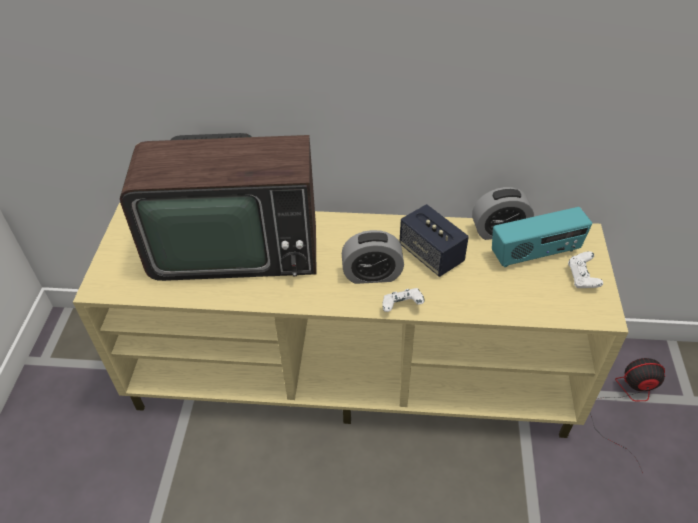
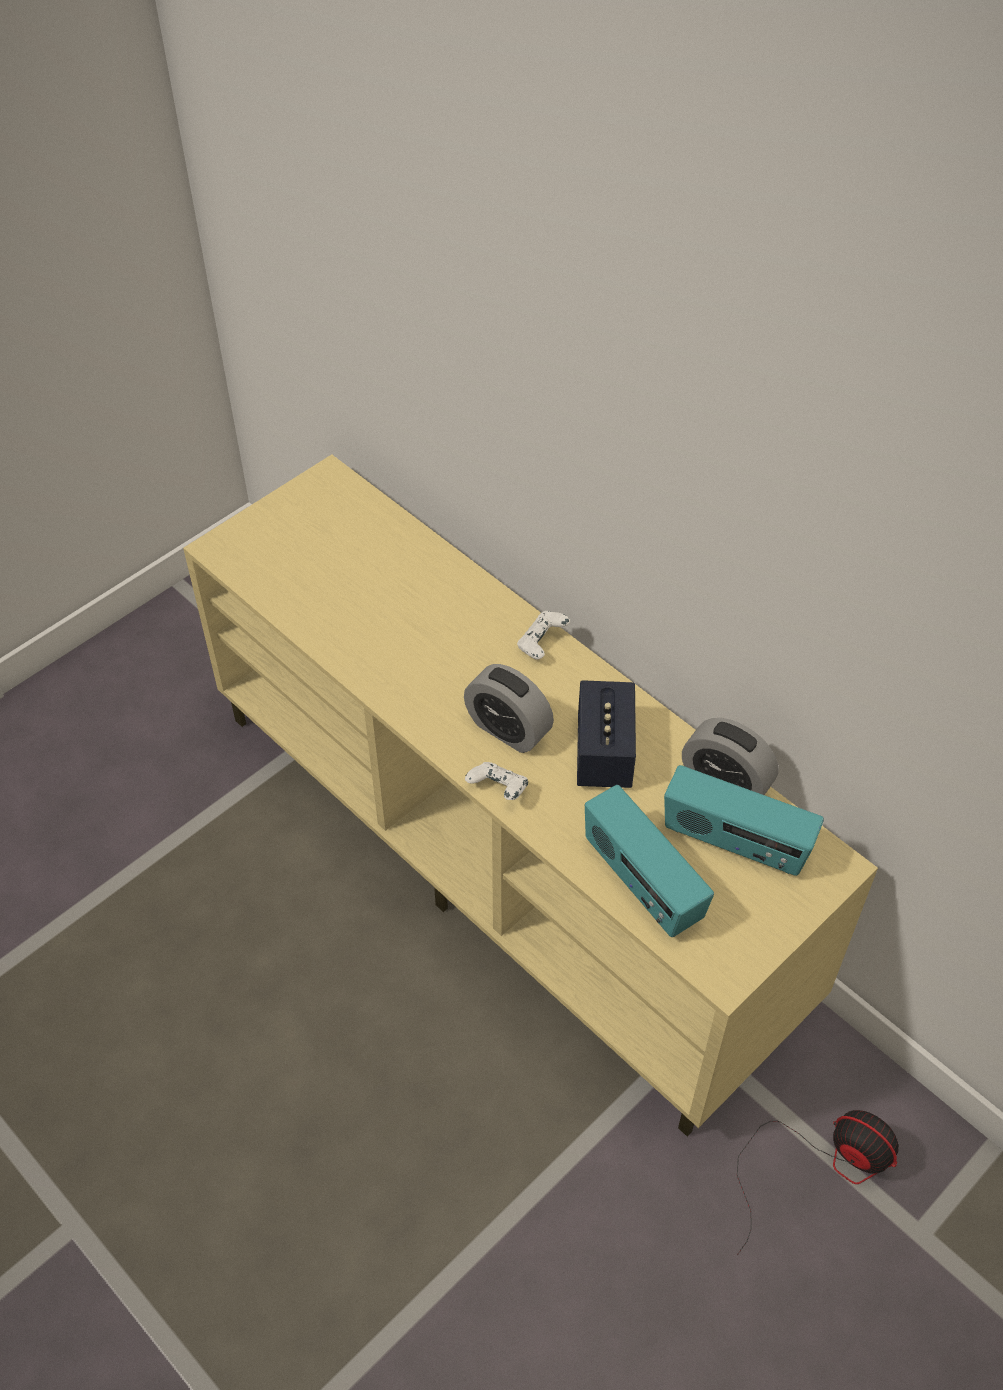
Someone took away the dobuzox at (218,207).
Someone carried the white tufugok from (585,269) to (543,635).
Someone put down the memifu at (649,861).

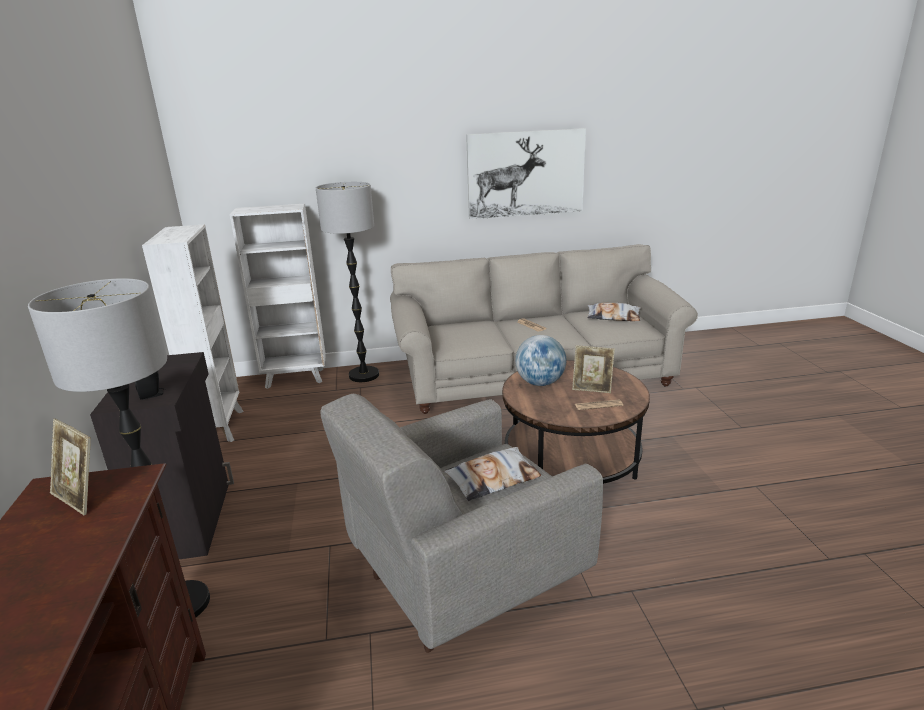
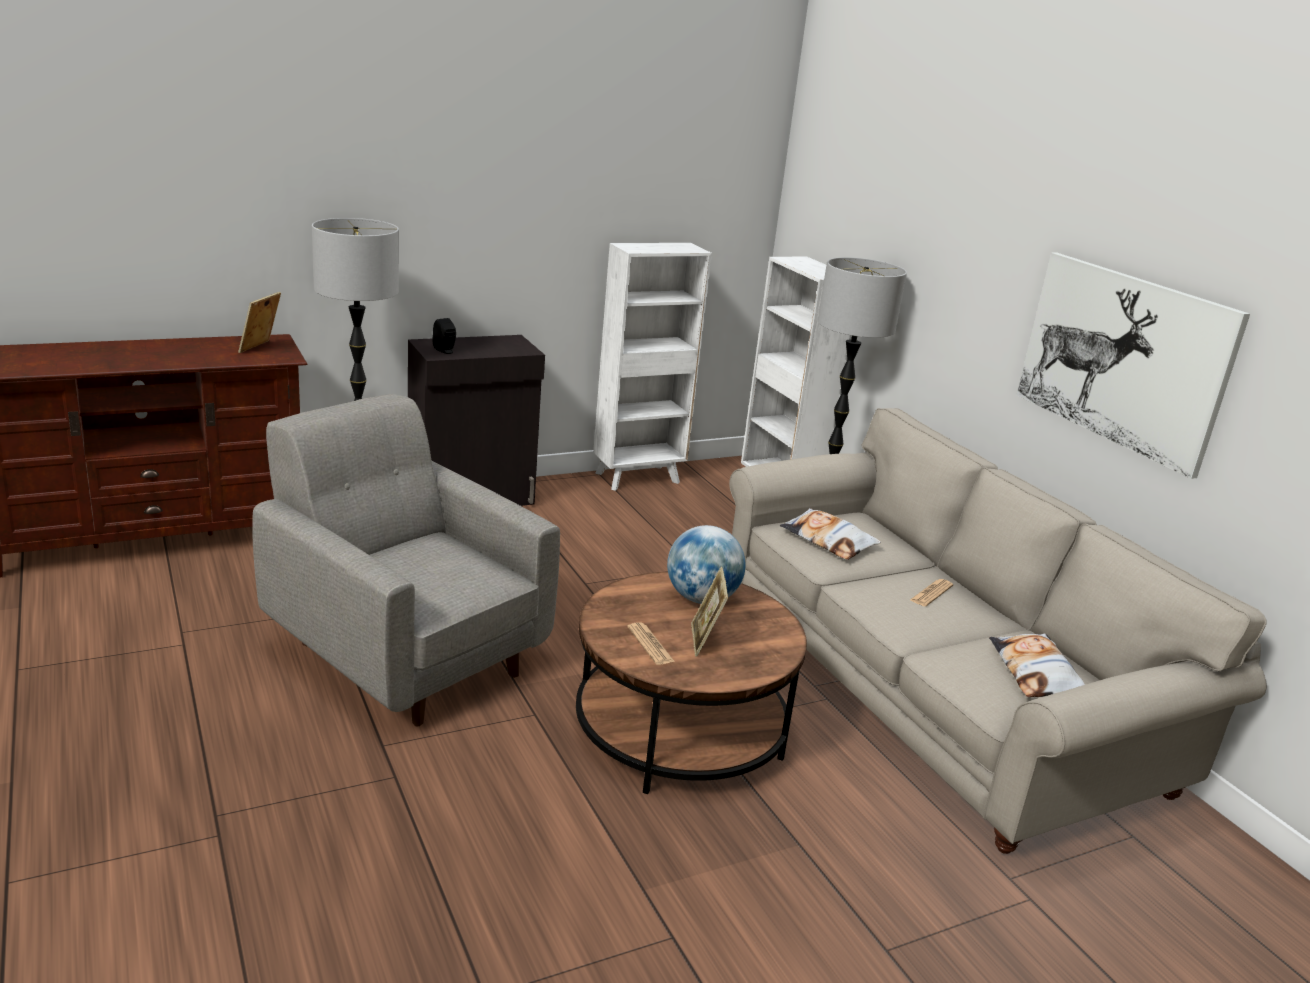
Someone carried the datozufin from (492,474) to (830,534).

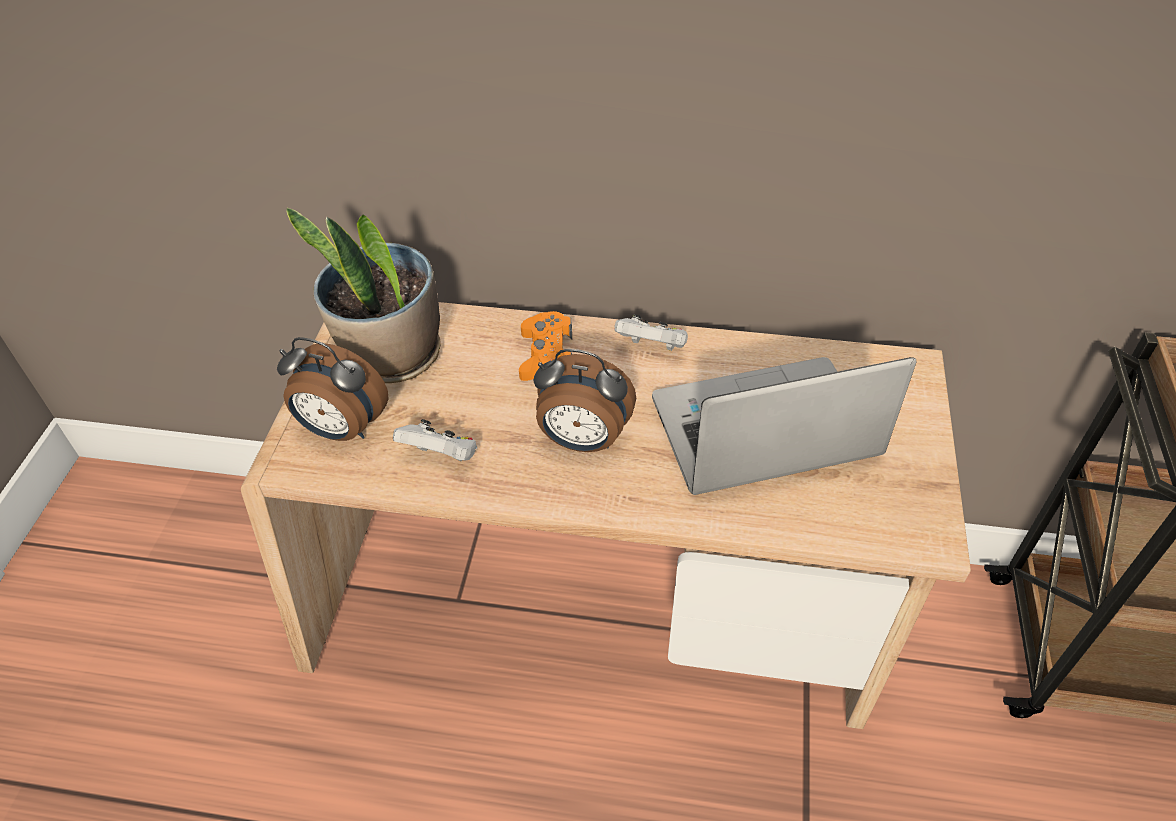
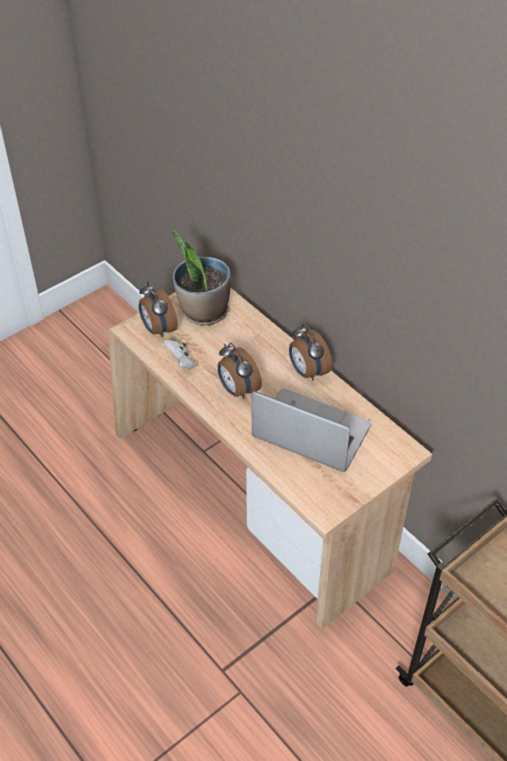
Someone took away the orange tufugok at (545,346).
Someone swapped the white tufugok at (651,332) for the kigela at (310,352).

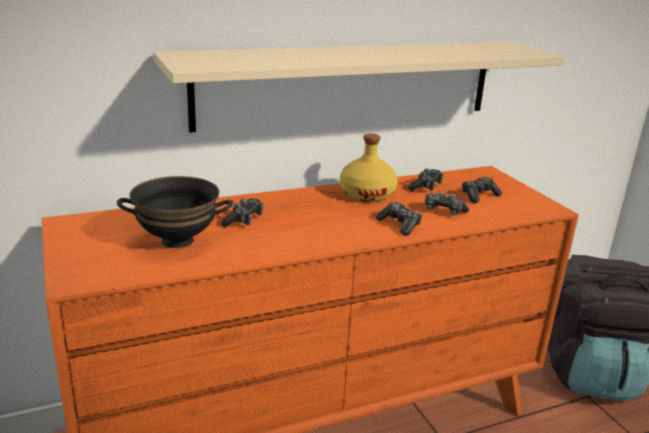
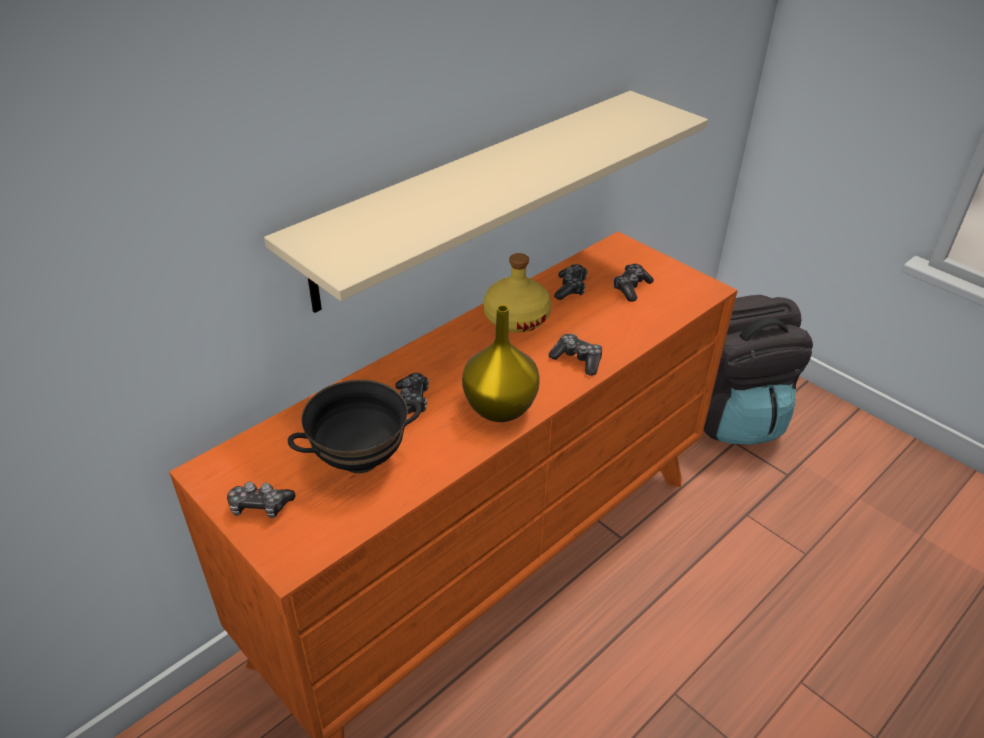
Someone carried the tufugok from (447,203) to (261,500).
Someone put down the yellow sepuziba at (501,363).

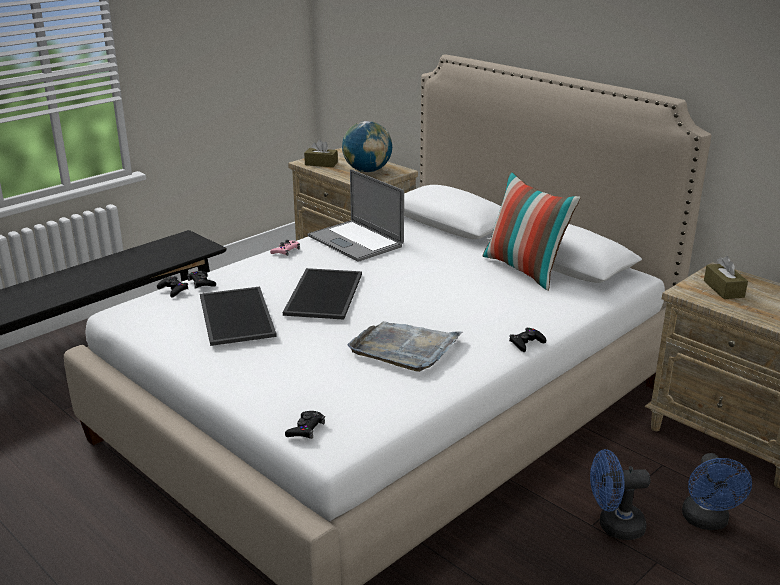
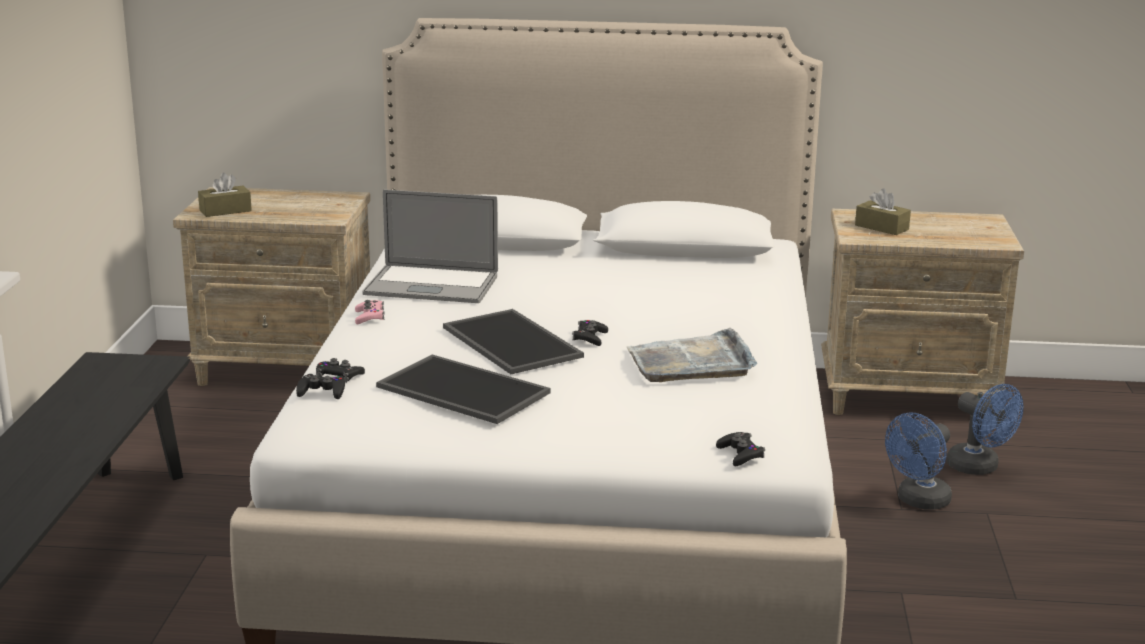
Someone took away the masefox at (367,146).
Someone took away the datozufin at (532,231).
Someone carried the black tufugok from (527,340) to (590,333).

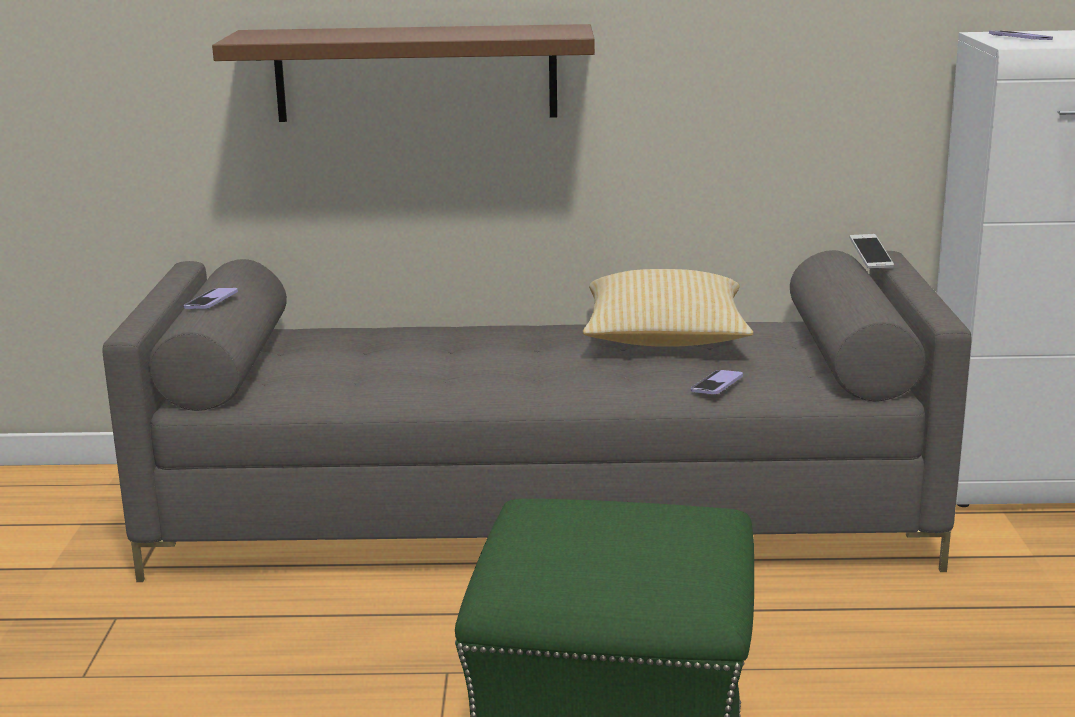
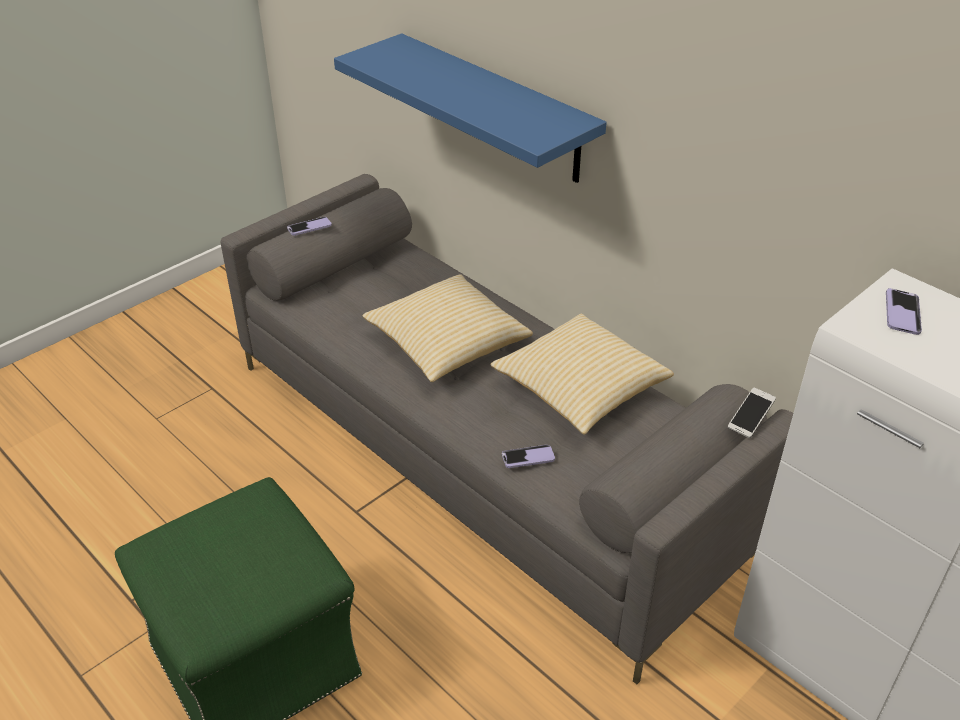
Someone repainted the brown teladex at (403,73), which became the blue teladex at (470,108).
Someone put down the datozufin at (447,328).

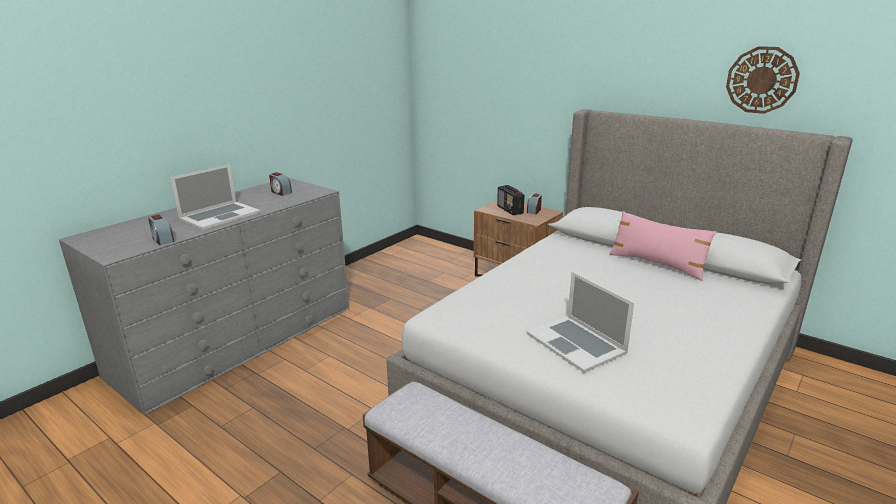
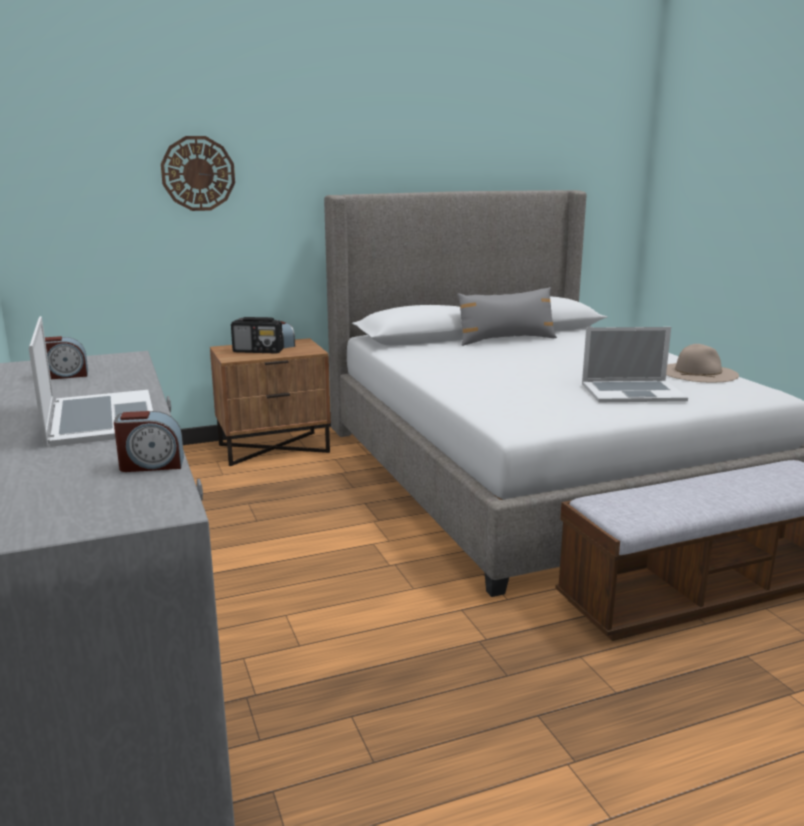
Someone repainted the pink datozufin at (663,246), which became the grey datozufin at (507,316).
Someone carried the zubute from (763,80) to (198,173).
Someone put down the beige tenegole at (702,363).

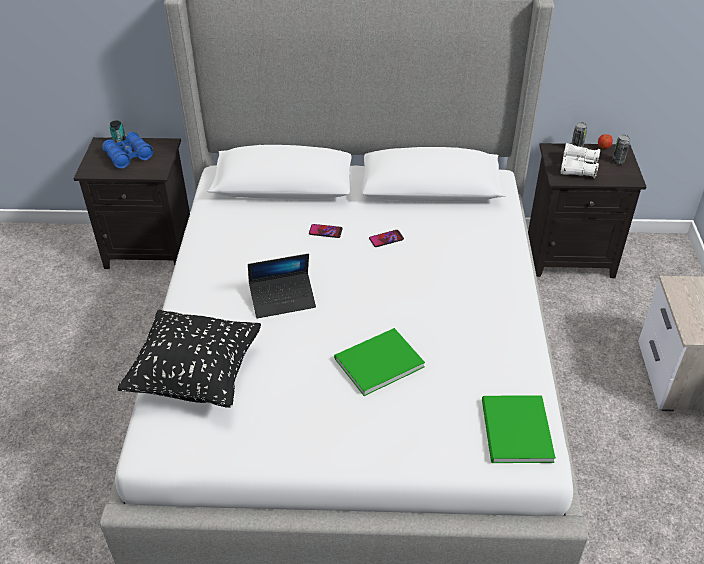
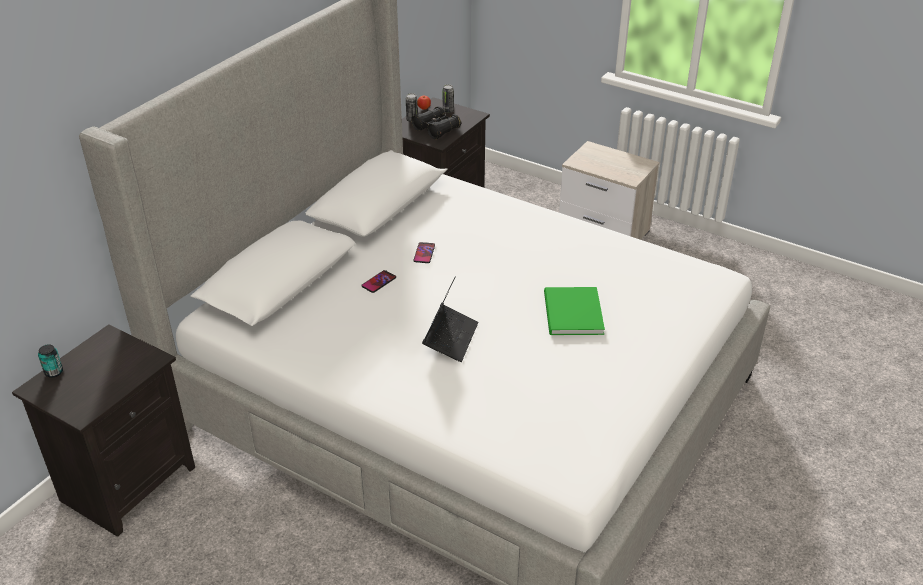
Someone took away the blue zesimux at (127,150).
Someone took away the black datozufin at (189,359).
Someone took away the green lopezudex at (519,429).
Someone repainted the white zesimux at (580,160), which became the black zesimux at (436,122).

